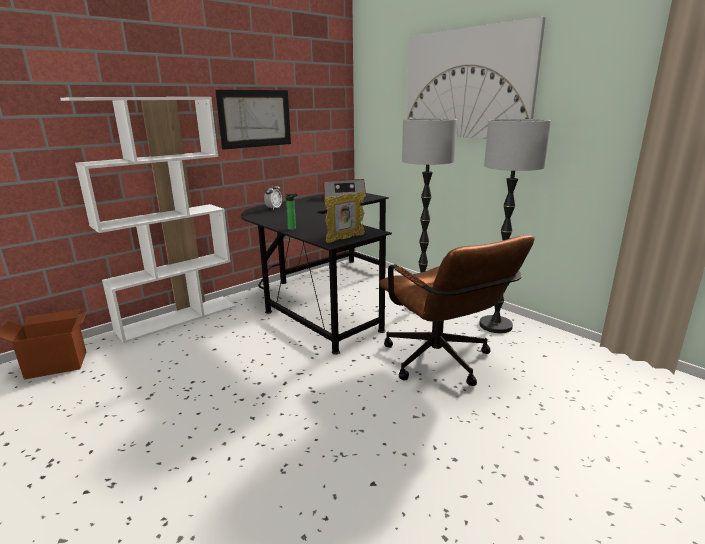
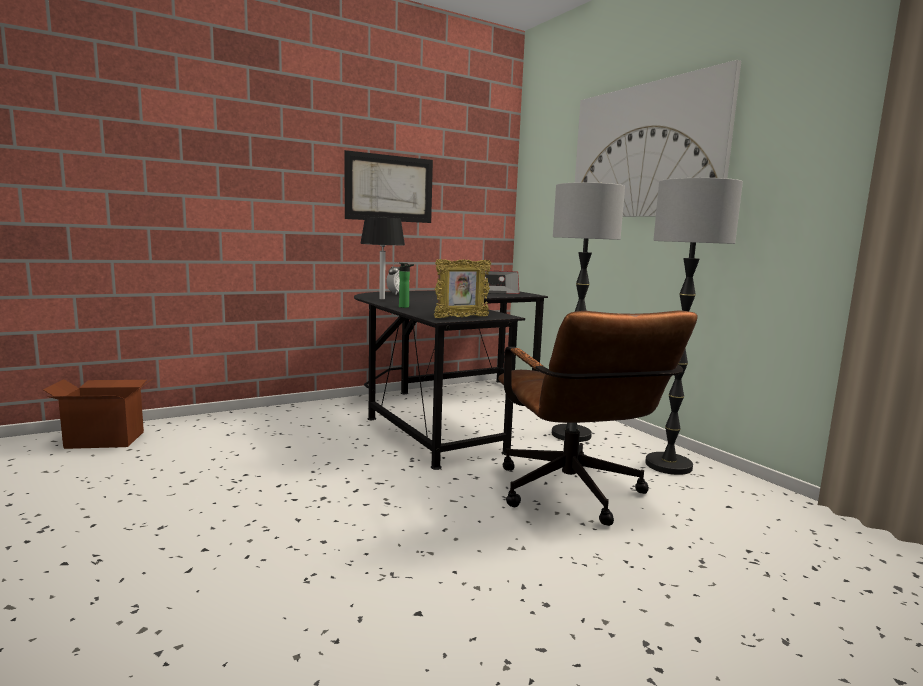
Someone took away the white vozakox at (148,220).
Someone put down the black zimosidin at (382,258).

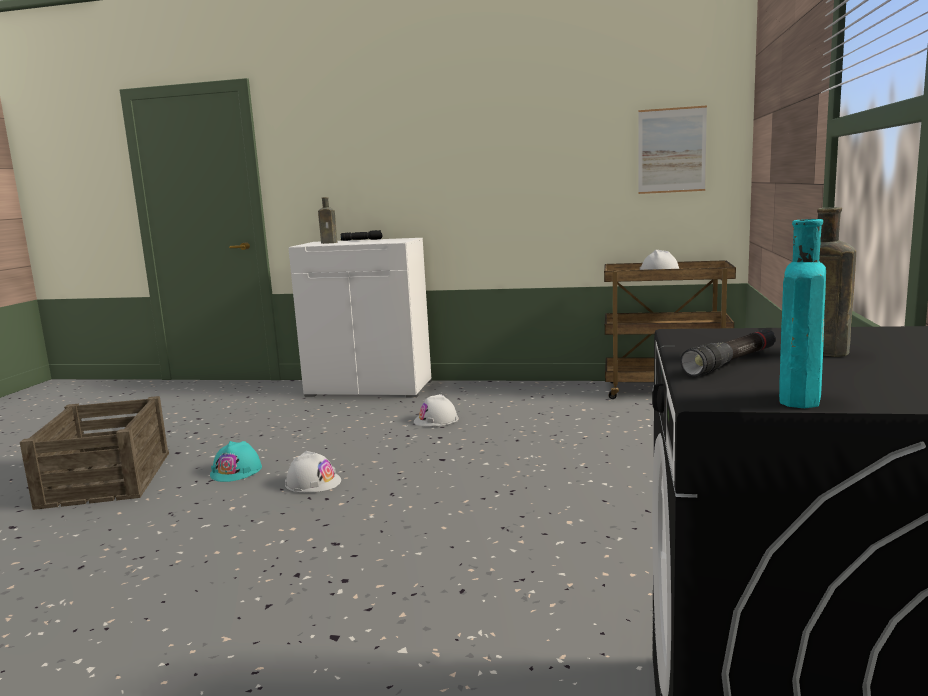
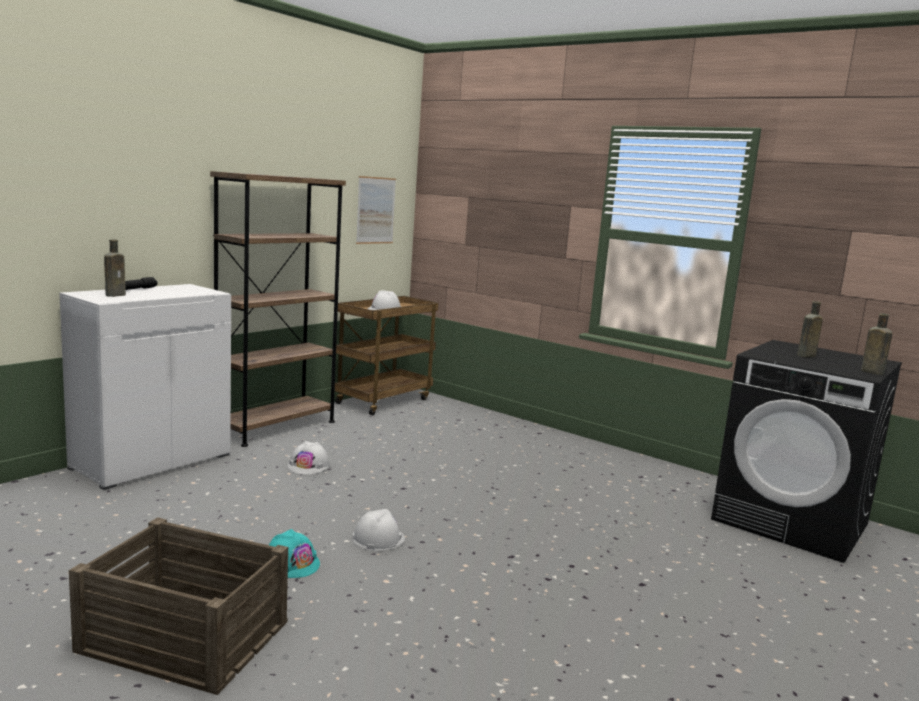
Someone took away the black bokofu at (728,352).
Someone repainted the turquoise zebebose at (802,313), which became the brown zebebose at (877,344).
Someone put down the brown vozakox at (278,309).

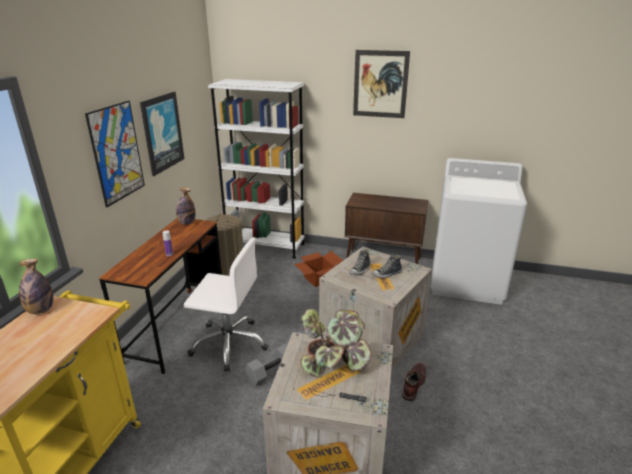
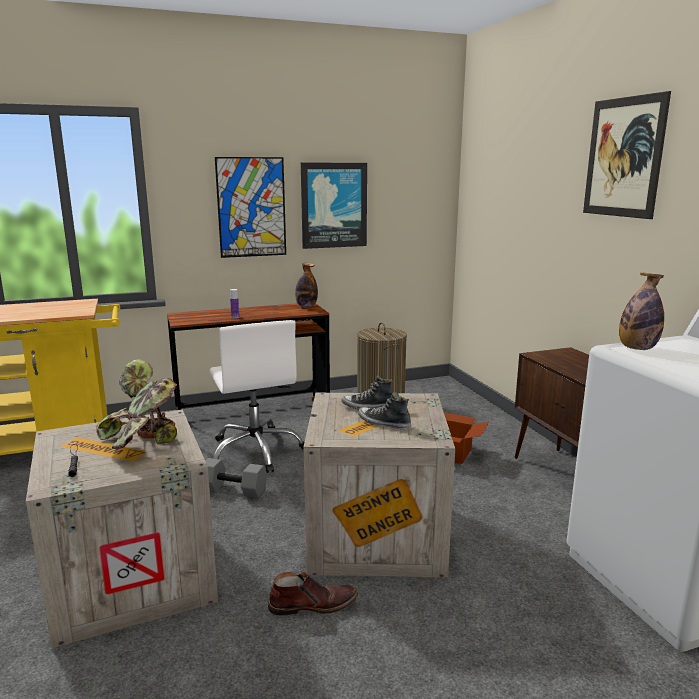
Someone carried the zebebose from (36,286) to (641,311).
Someone took away the white vozakox at (256,169).

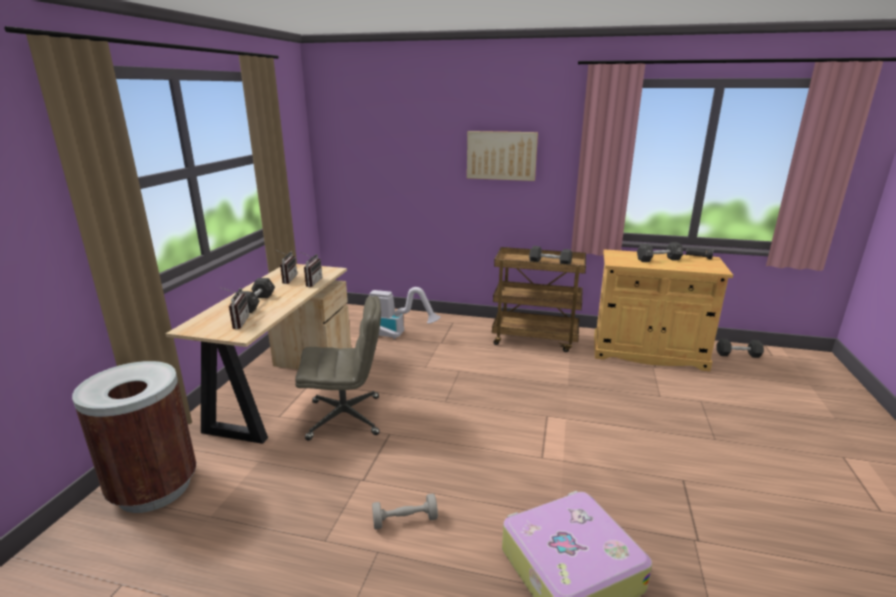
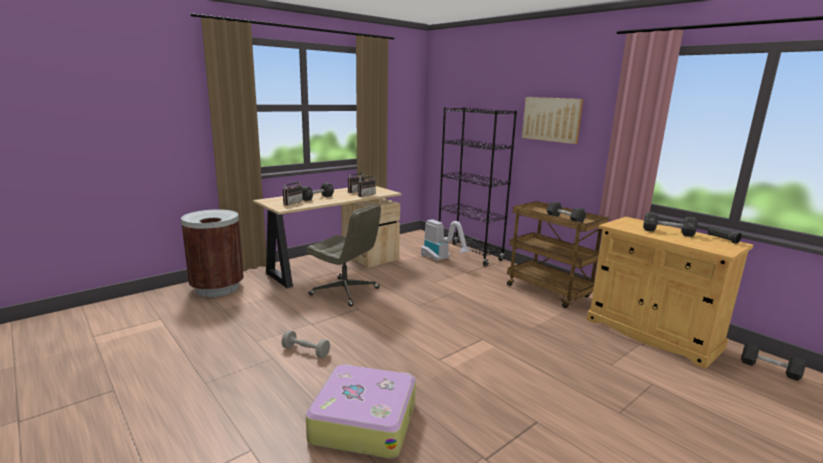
Someone put down the black vozakox at (478,186).

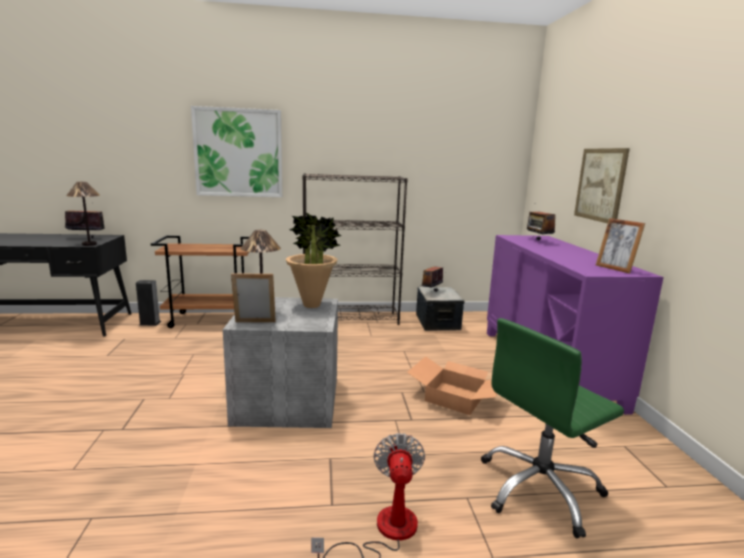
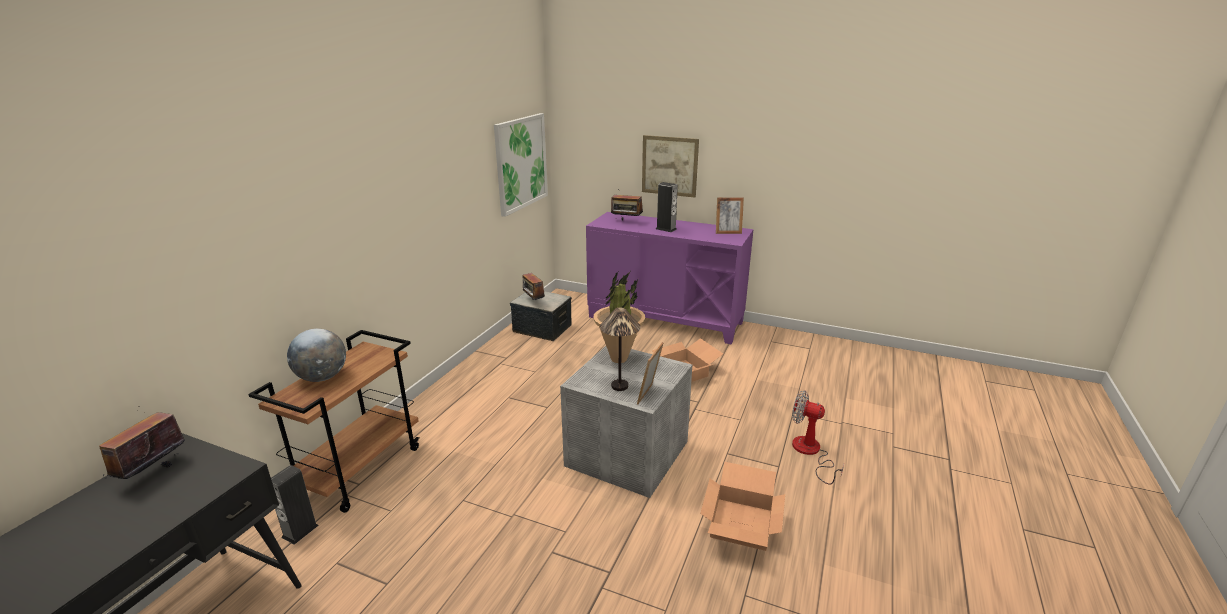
Someone took away the zimosidin at (83,214).
Someone carried the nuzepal from (236,151) to (521,165).
Someone took away the black vozakox at (355,249).
Someone took away the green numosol at (552,428).
Someone put down the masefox at (316,355).
Someone put down the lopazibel at (667,207).
Someone put down the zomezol at (742,506).

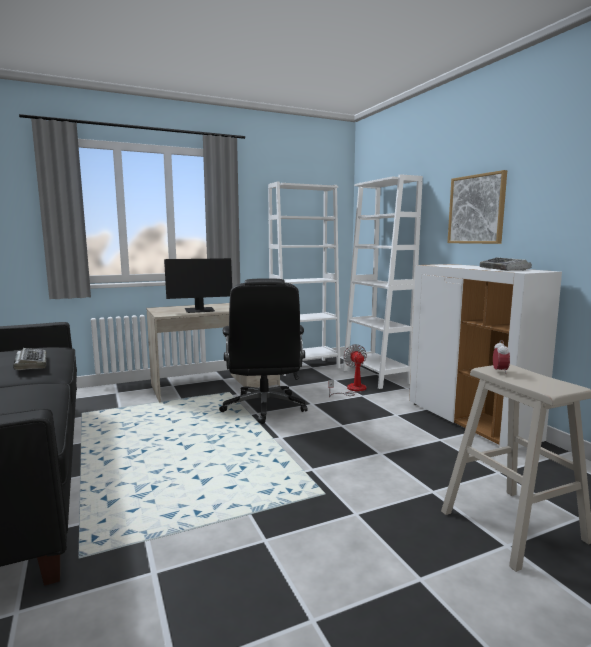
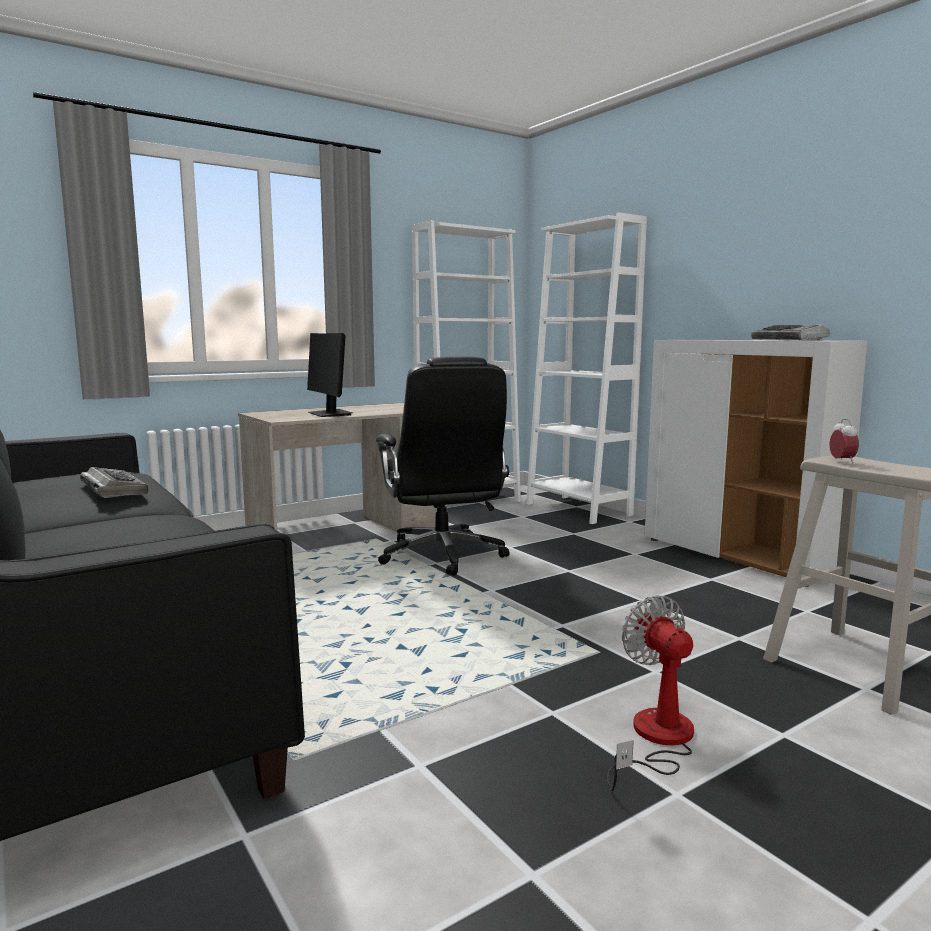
Someone rotated the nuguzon at (198,285) by 90 degrees clockwise.
Someone carried the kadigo from (347,370) to (650,693).
Someone took away the nuzepal at (477,207).

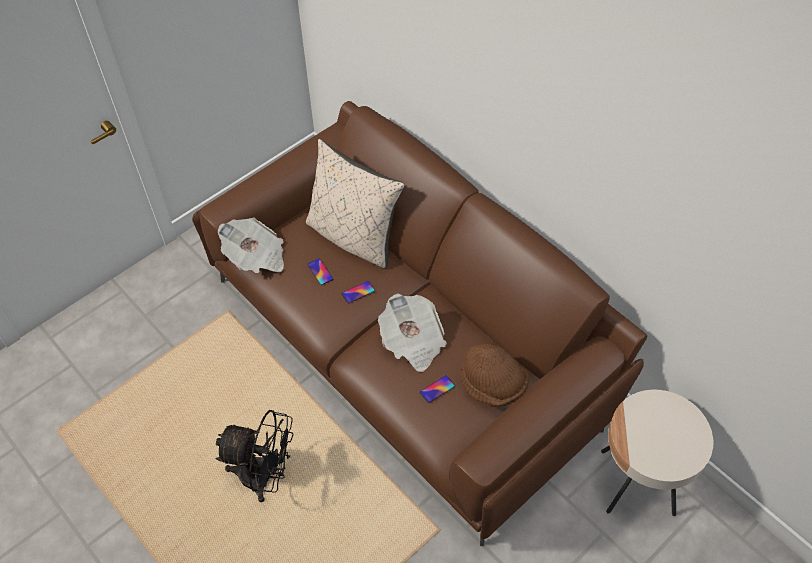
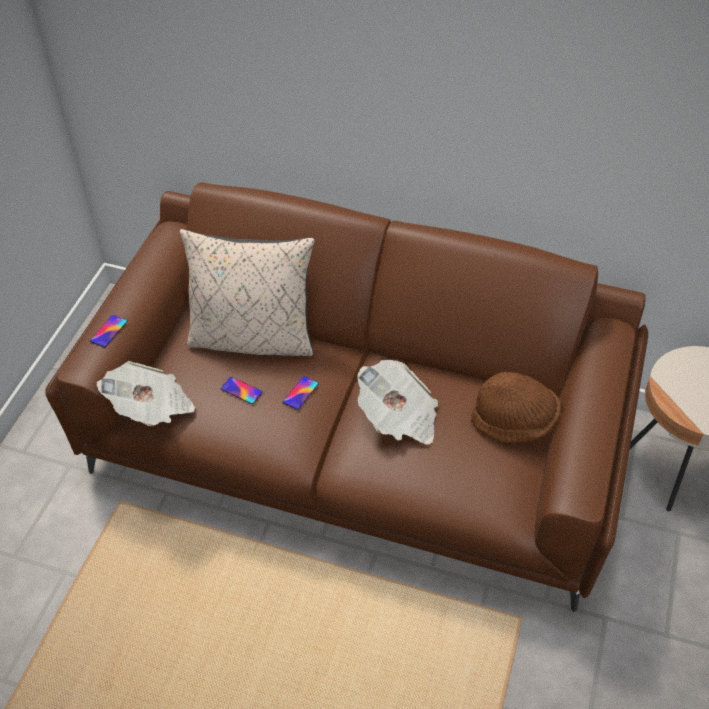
Someone took away the black kadigo at (254,456).
Someone carried the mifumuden from (437,389) to (108,331).

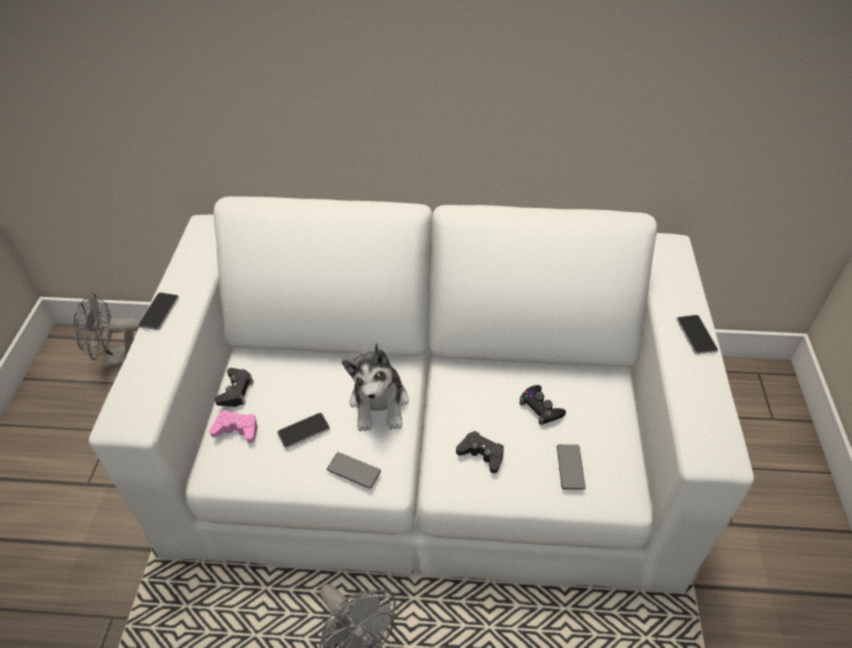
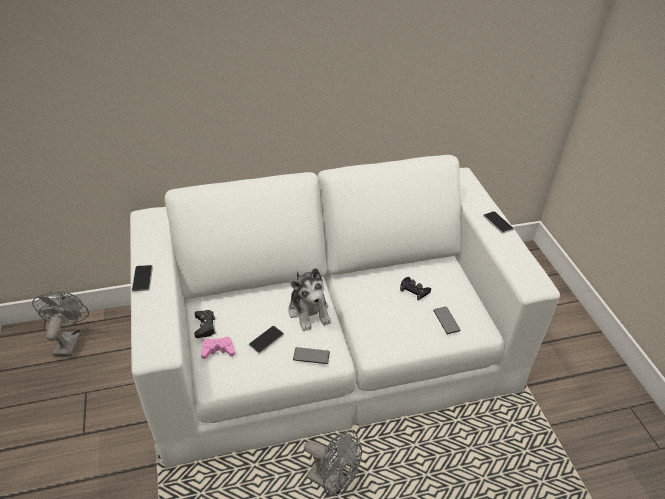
Someone rotated the grey kadigo at (107,330) by 120 degrees clockwise.
Someone took away the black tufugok at (480,452).

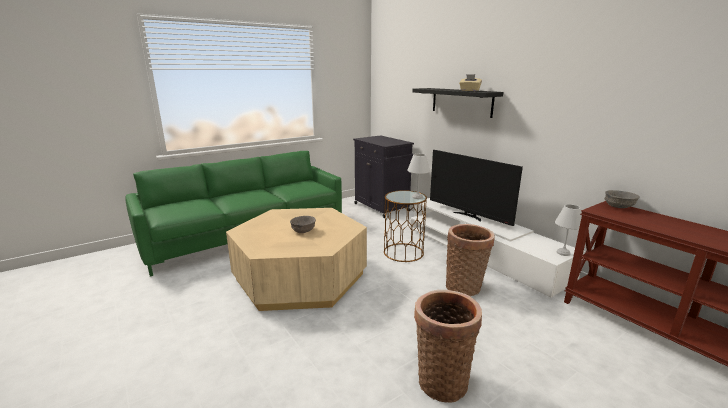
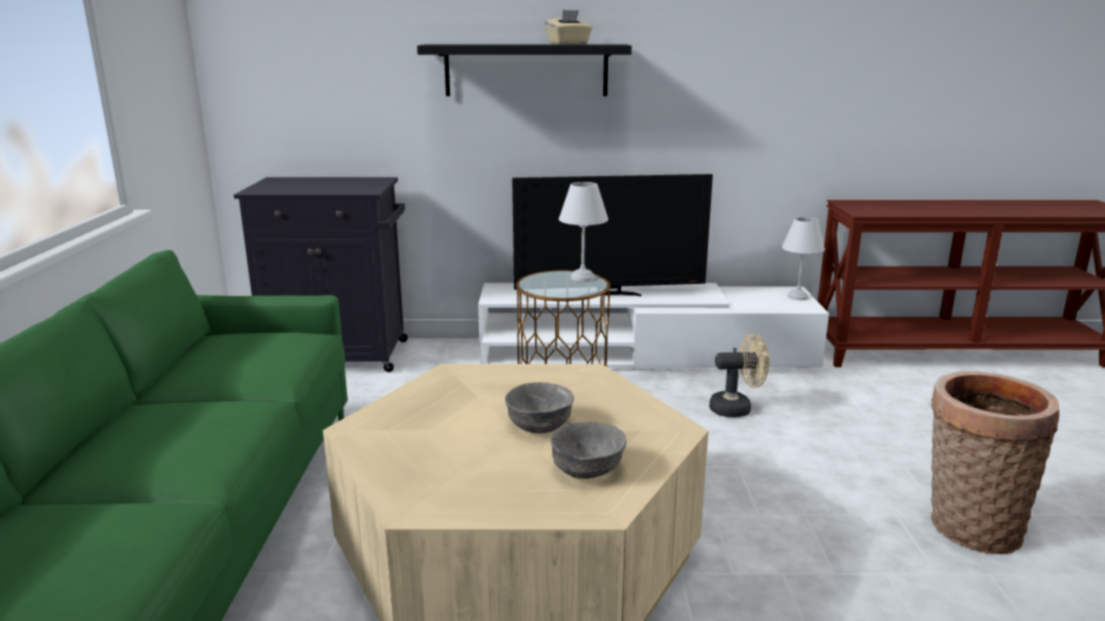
Someone swapped the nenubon at (470,260) for the beige kadigo at (739,375).
Someone carried the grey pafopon from (622,199) to (588,450).

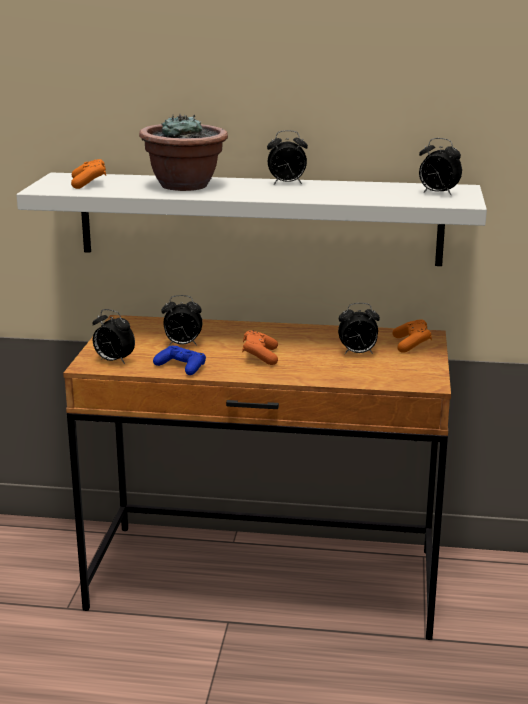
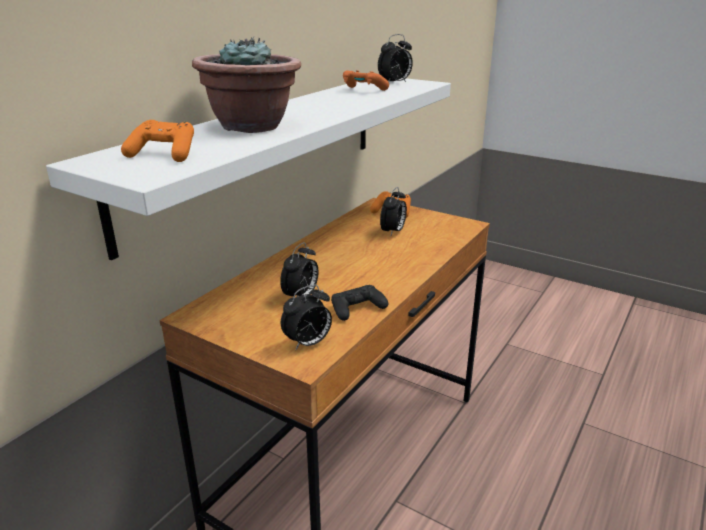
Someone repainted the blue tufugok at (179,360), which became the black tufugok at (359,303).
Someone carried the orange tufugok from (260,347) to (366,80).
Someone took away the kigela at (287,157).

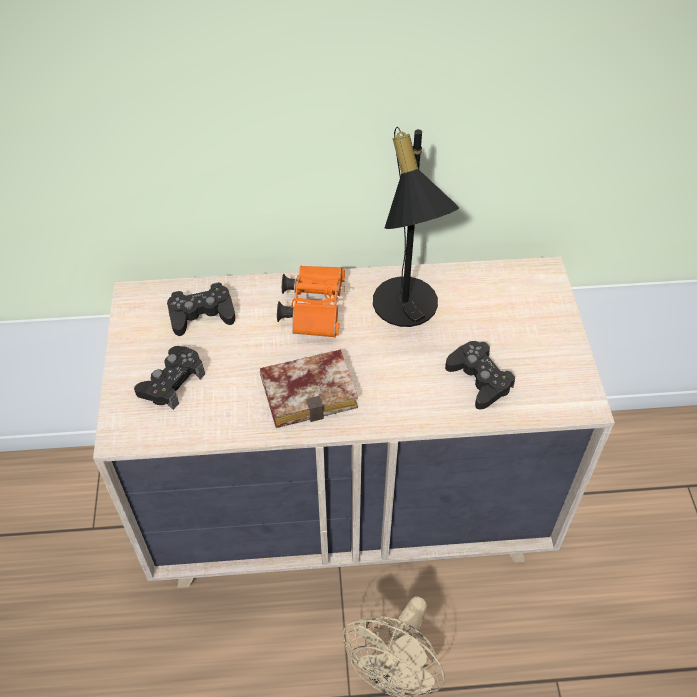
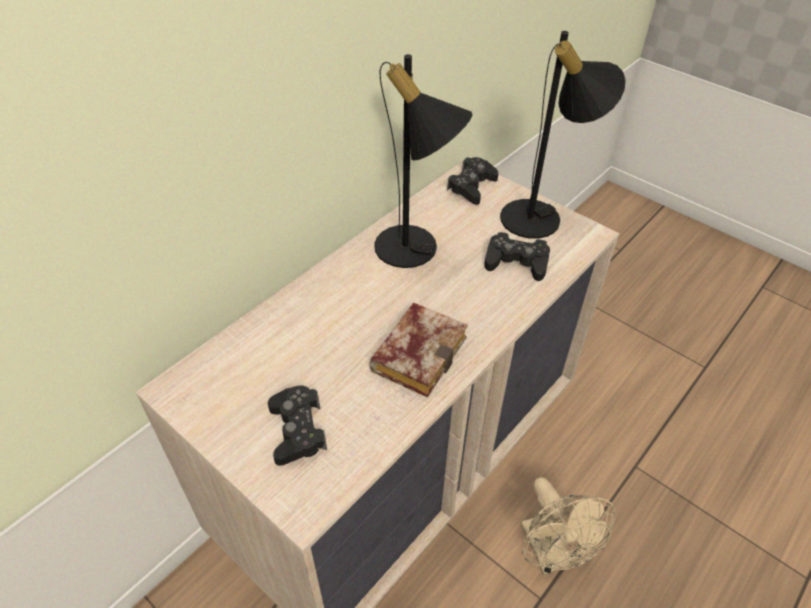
Someone carried the black tufugok from (201,309) to (472,181).
Someone took away the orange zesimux at (311,302).
Someone put down the black zimosidin at (563,135).

